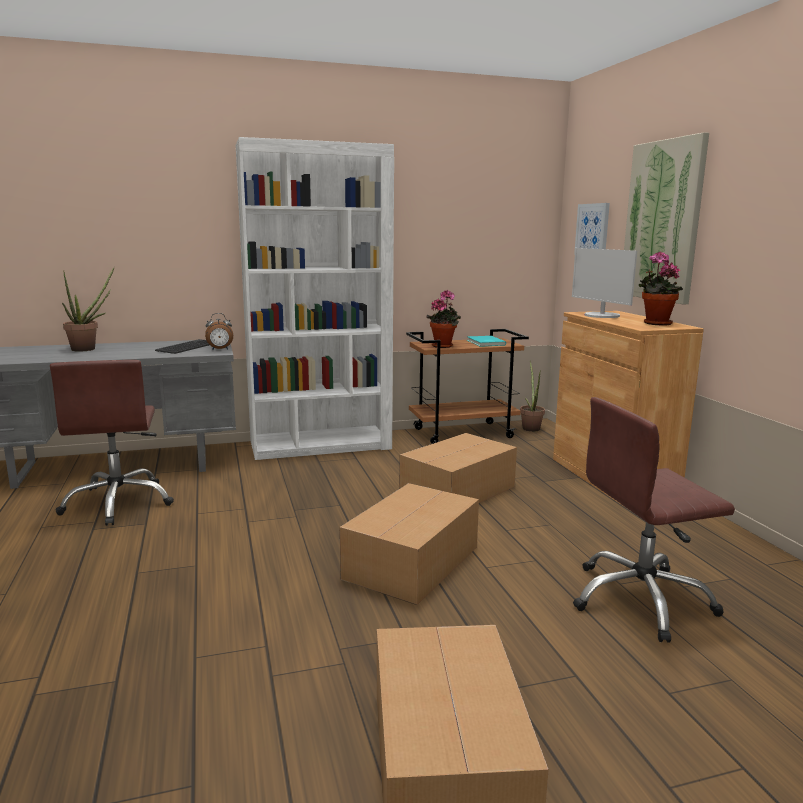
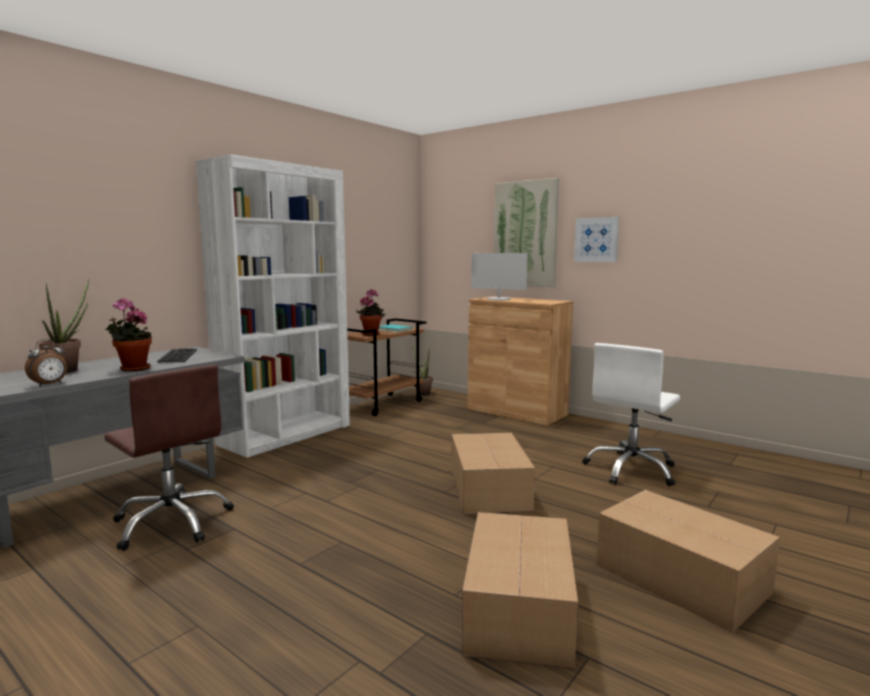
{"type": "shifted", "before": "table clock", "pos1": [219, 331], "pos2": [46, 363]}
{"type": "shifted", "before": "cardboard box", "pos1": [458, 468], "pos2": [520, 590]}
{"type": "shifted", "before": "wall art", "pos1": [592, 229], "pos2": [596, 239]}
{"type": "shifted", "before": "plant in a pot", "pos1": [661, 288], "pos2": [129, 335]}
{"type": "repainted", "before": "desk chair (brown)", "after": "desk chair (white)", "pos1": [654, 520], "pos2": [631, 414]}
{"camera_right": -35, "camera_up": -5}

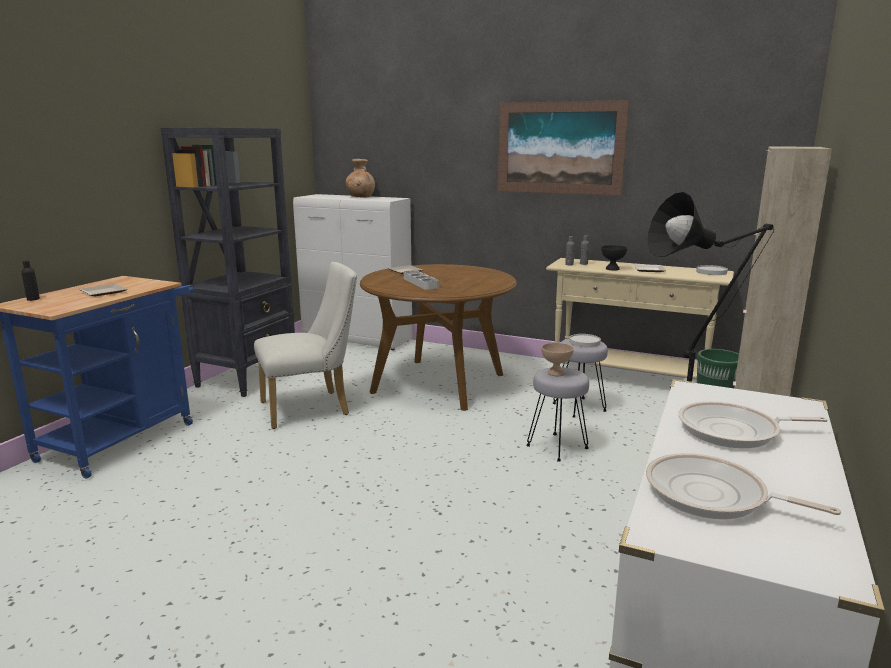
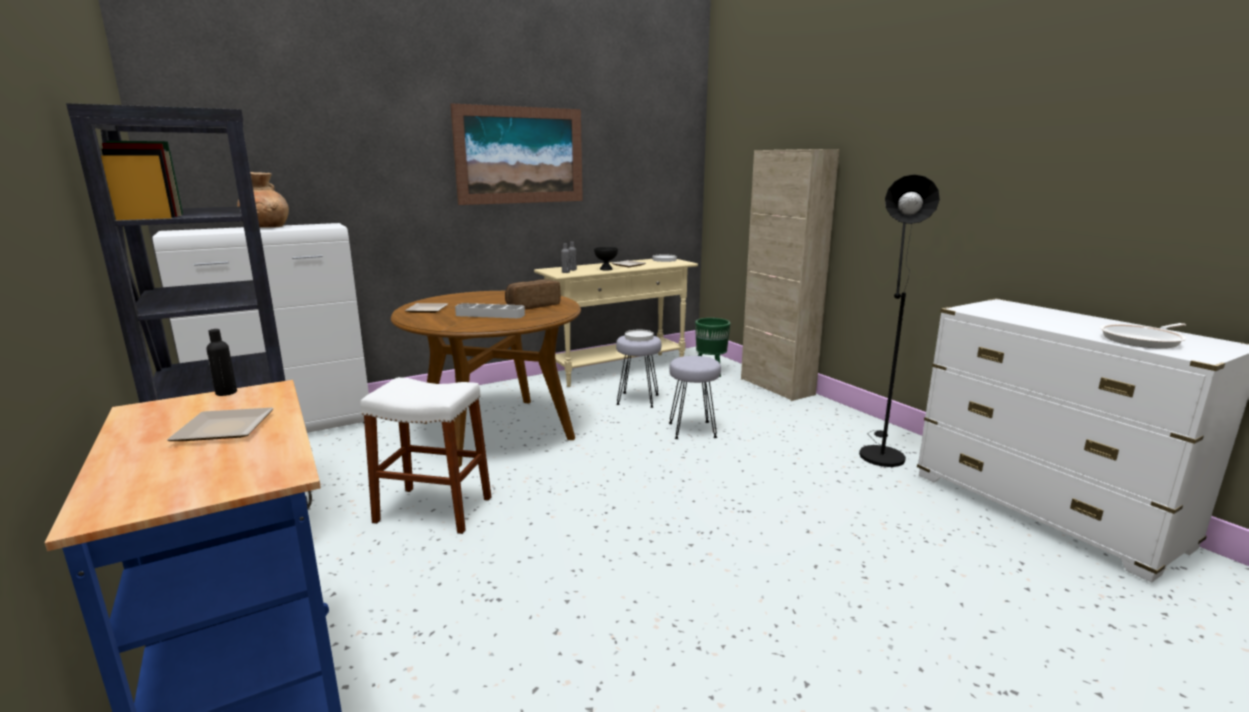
{"type": "gone", "before": "bowl (sand-coloured)", "pos1": [557, 359]}
{"type": "gone", "before": "frying pan", "pos1": [753, 424]}
{"type": "new", "after": "bakery bread", "pos2": [533, 294]}
{"type": "shifted", "before": "beverage bottle (blackish)", "pos1": [30, 280], "pos2": [221, 362]}
{"type": "swapped", "before": "upright chair (white)", "after": "stool seat (white)", "pos1": [305, 345], "pos2": [425, 455]}
{"camera_right": -55, "camera_up": 0}

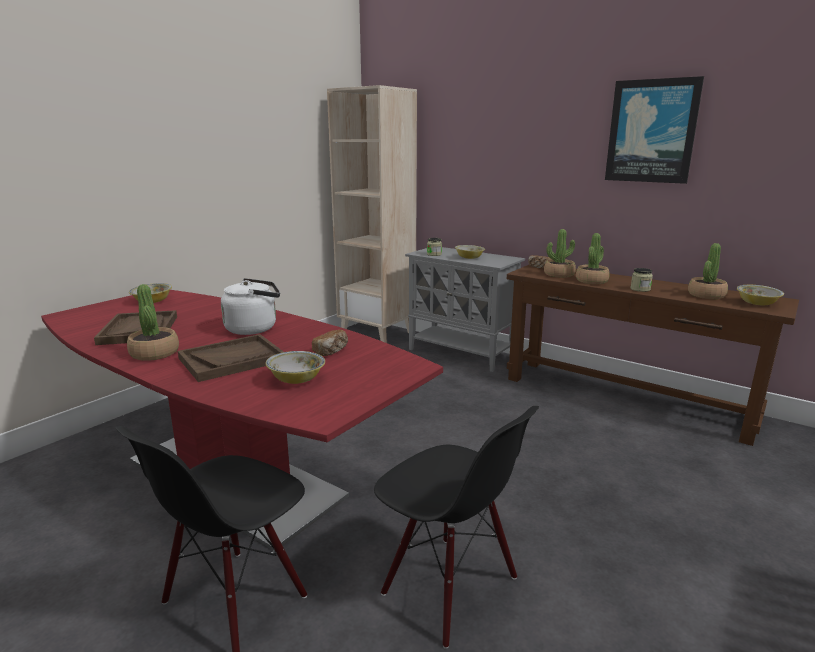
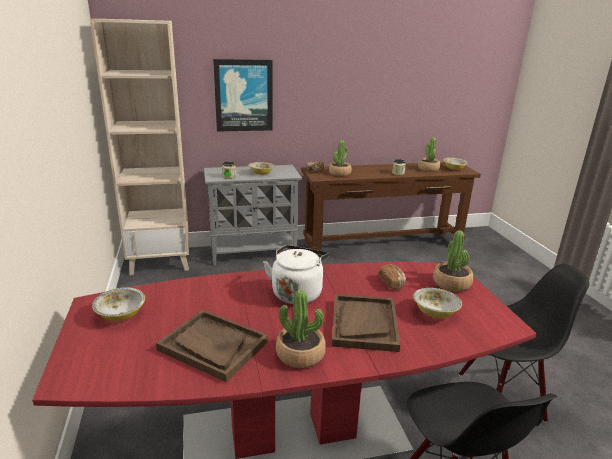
{"type": "shifted", "before": "plant in a pot", "pos1": [592, 258], "pos2": [453, 261]}
{"type": "shifted", "before": "wall art", "pos1": [654, 130], "pos2": [243, 95]}
{"camera_right": -50, "camera_up": 5}

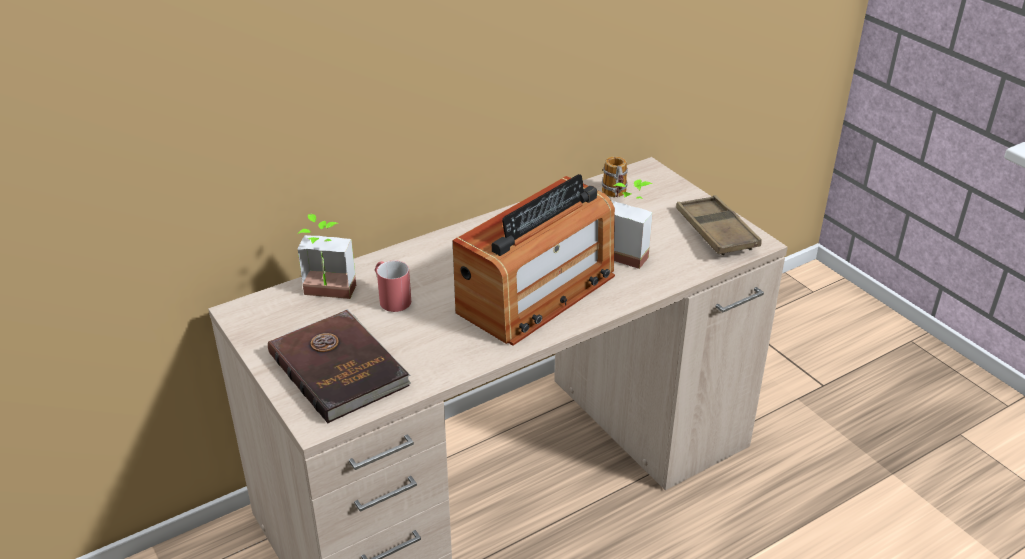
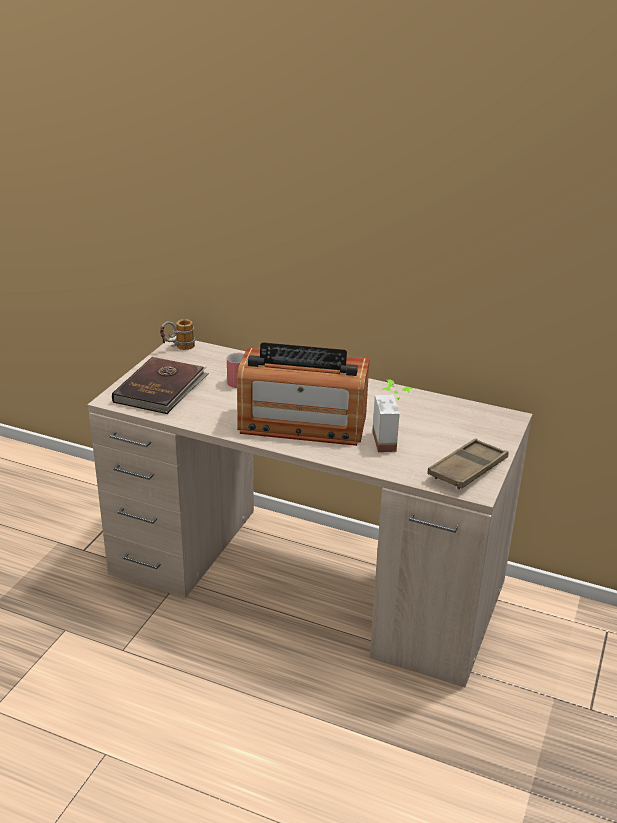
{"type": "gone", "before": "plant in a pot", "pos1": [327, 256]}
{"type": "shifted", "before": "mug", "pos1": [615, 176], "pos2": [177, 334]}
{"camera_right": 55, "camera_up": -5}

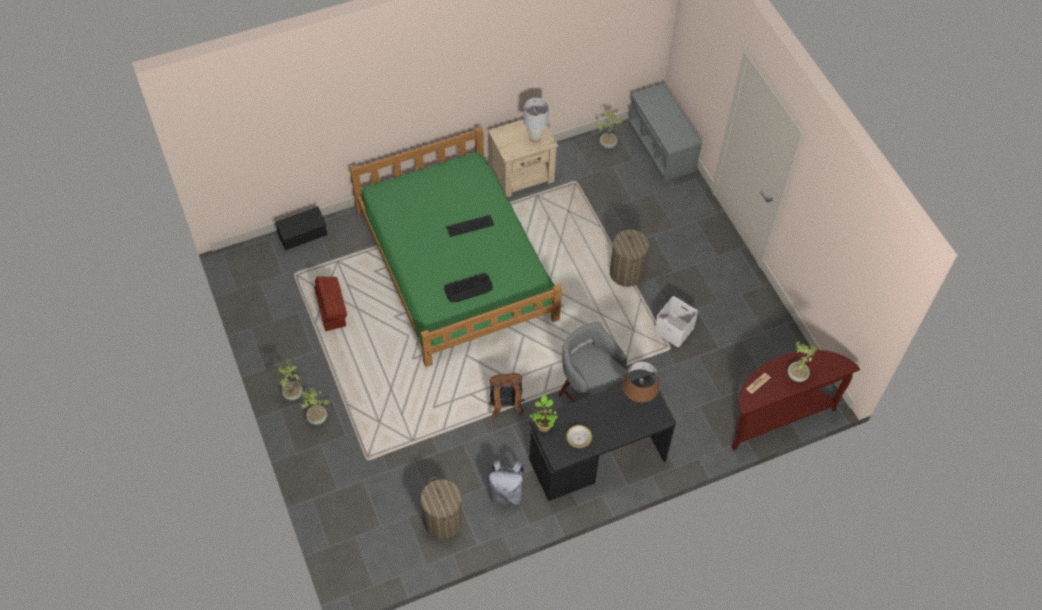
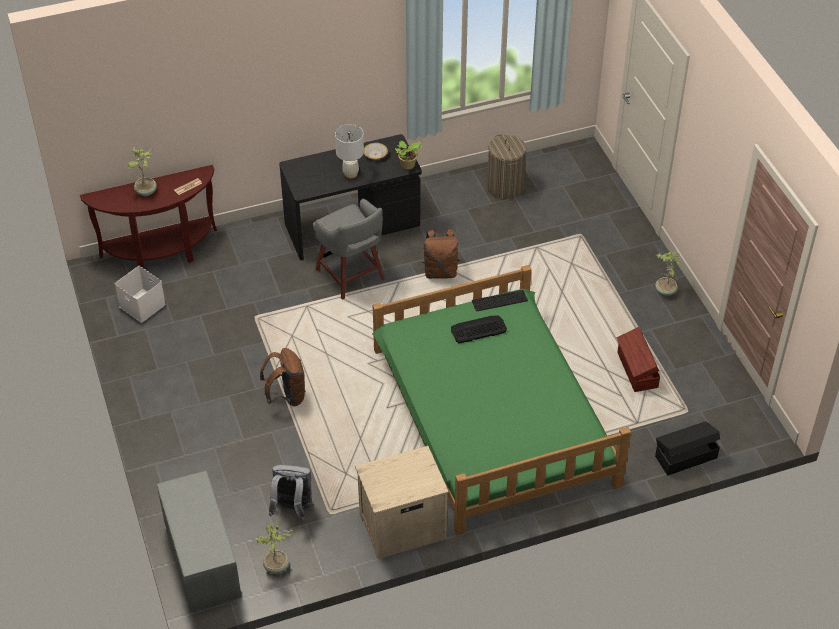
{"type": "gone", "before": "plant in a pot", "pos1": [315, 406]}
{"type": "gone", "before": "table lamp (brown)", "pos1": [641, 381]}
{"type": "shifted", "before": "PC keyboard", "pos1": [470, 226], "pos2": [500, 301]}
{"type": "shifted", "before": "backpack (greyish)", "pos1": [507, 482], "pos2": [291, 493]}
{"type": "shifted", "before": "table lamp (white)", "pos1": [536, 120], "pos2": [349, 151]}
{"type": "shifted", "before": "storage container (white)", "pos1": [676, 321], "pos2": [140, 294]}
{"type": "swapped", "before": "hamper", "after": "backpack (brown)", "pos1": [629, 257], "pos2": [282, 377]}
{"camera_right": -175, "camera_up": -10}

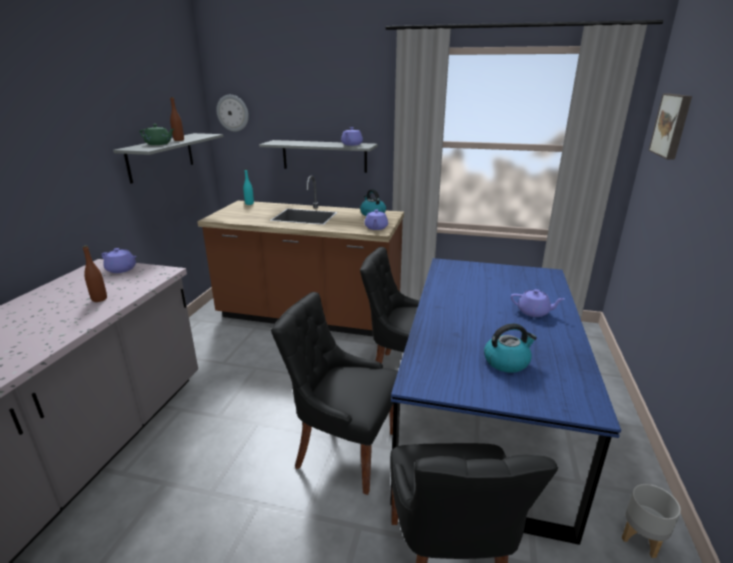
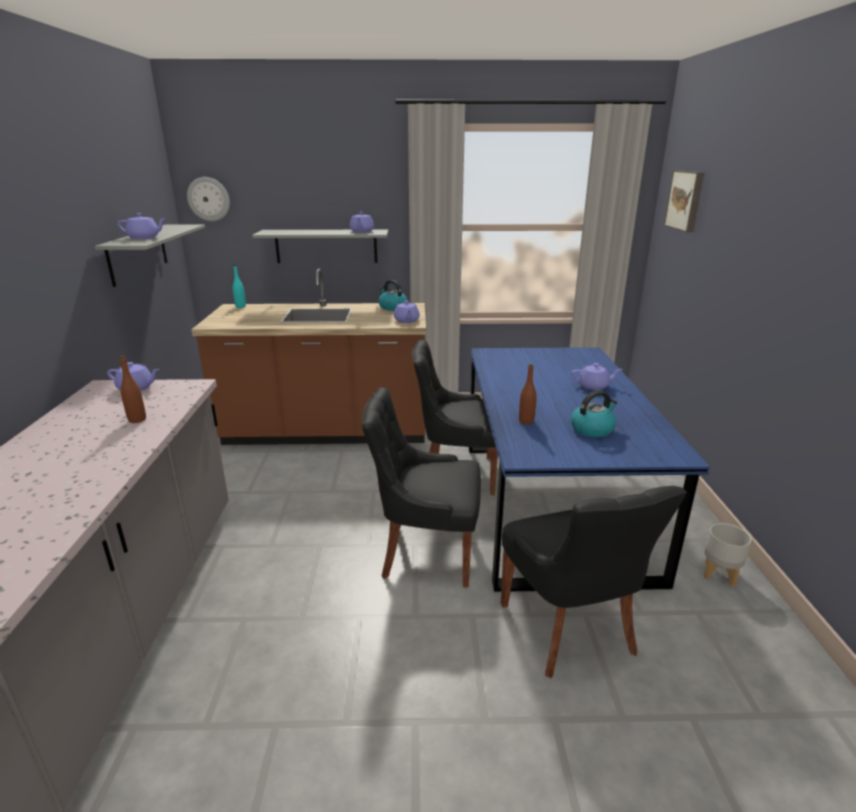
{"type": "shifted", "before": "beverage bottle (brown)", "pos1": [177, 119], "pos2": [528, 394]}
{"type": "repainted", "before": "teapot (green-coloured)", "after": "teapot (purple-coloured)", "pos1": [157, 134], "pos2": [141, 226]}
{"camera_right": -15, "camera_up": 0}

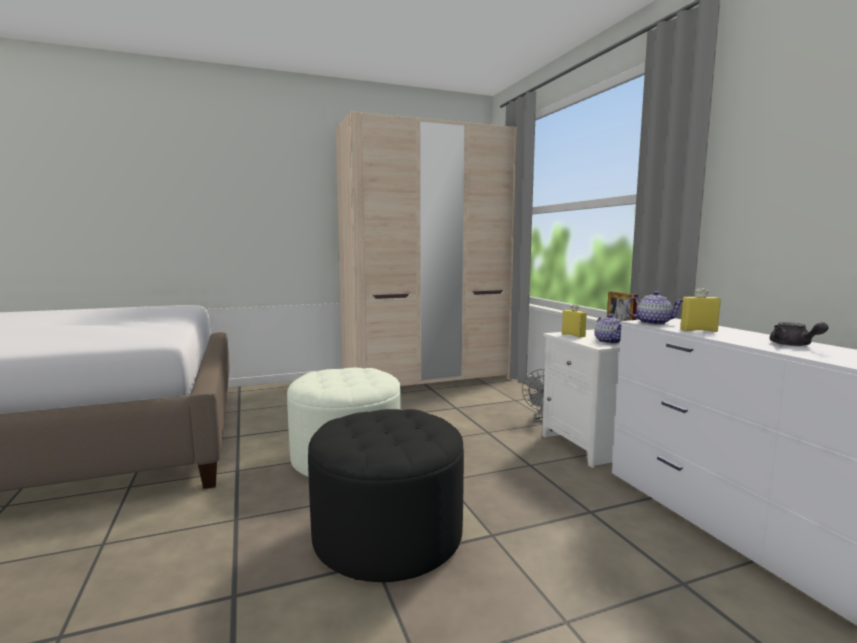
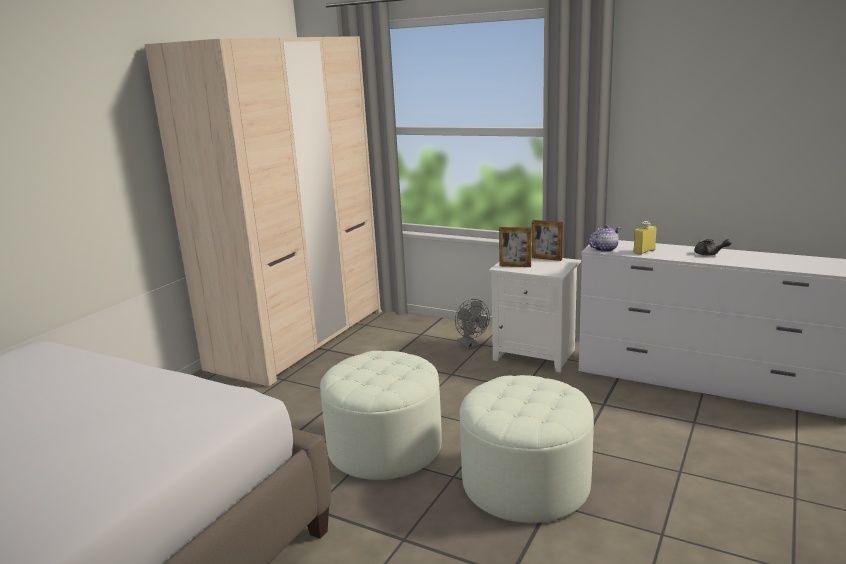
{"type": "gone", "before": "teapot", "pos1": [608, 329]}
{"type": "swapped", "before": "beverage bottle (yellow)", "after": "picture frame", "pos1": [574, 321], "pos2": [515, 247]}
{"type": "repainted", "before": "ottoman (blackish)", "after": "ottoman (white)", "pos1": [386, 495], "pos2": [526, 449]}
{"camera_right": -40, "camera_up": 10}

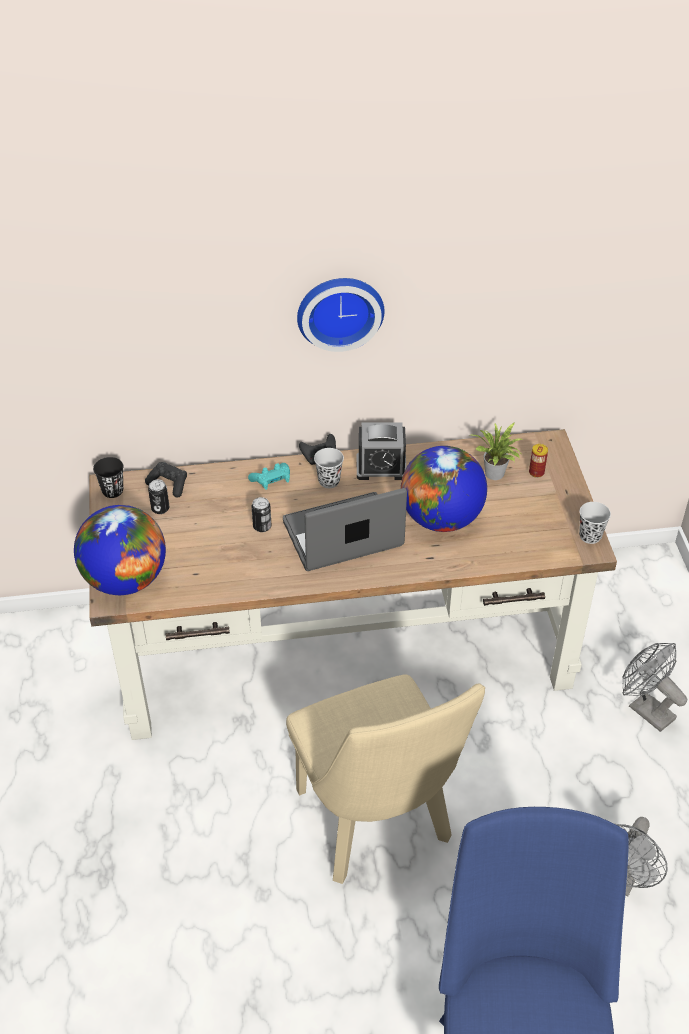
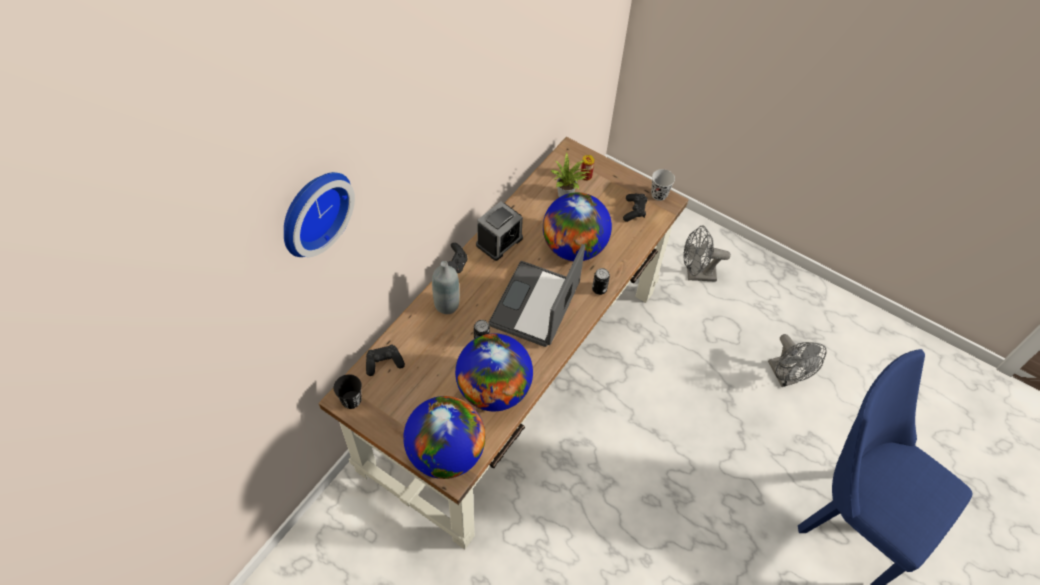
{"type": "gone", "before": "upright chair (sand-coloured)", "pos1": [385, 779]}
{"type": "gone", "before": "cup (blackish)", "pos1": [329, 468]}
{"type": "new", "after": "world globe", "pos2": [494, 372]}
{"type": "new", "after": "gamepad (blackish)", "pos2": [635, 208]}
{"type": "shifted", "before": "metal can", "pos1": [159, 496], "pos2": [601, 281]}
{"type": "shifted", "before": "wall clock", "pos1": [340, 315], "pos2": [319, 214]}
{"type": "swapped", "before": "gamepad (turquoise-coloured)", "after": "beverage bottle (greyish)", "pos1": [269, 476], "pos2": [446, 287]}
{"camera_right": -50, "camera_up": 10}

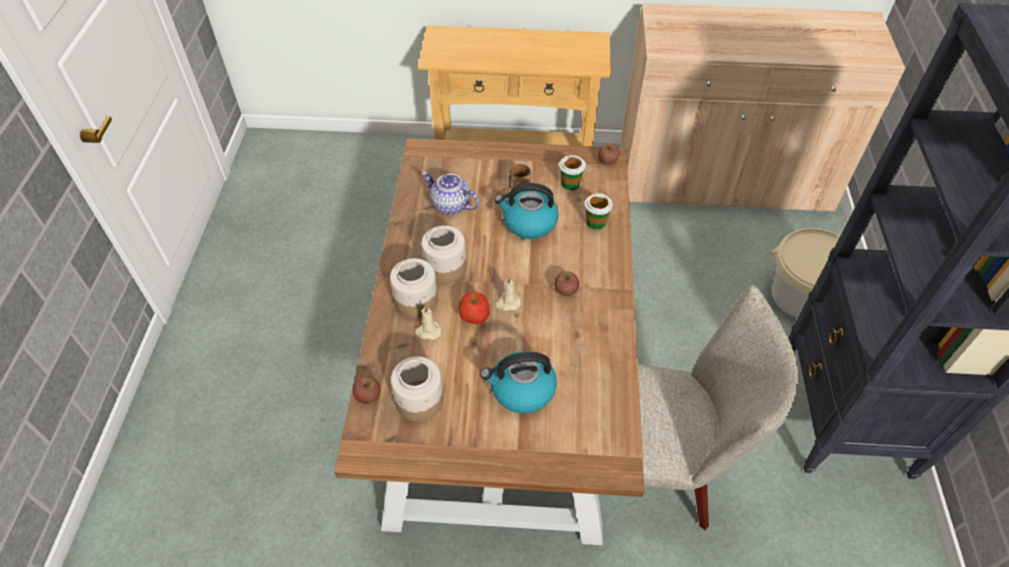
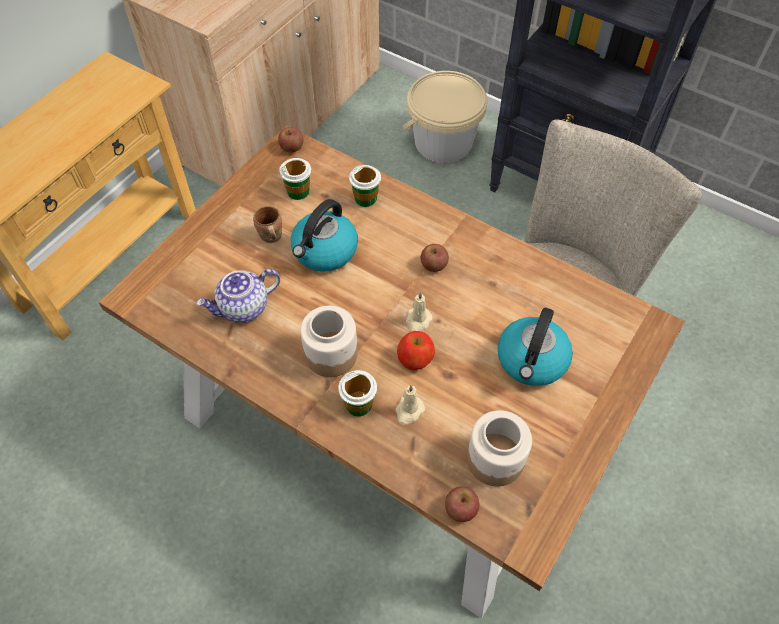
{"type": "swapped", "before": "jar", "after": "cup", "pos1": [414, 288], "pos2": [357, 393]}
{"camera_right": -60, "camera_up": 5}

